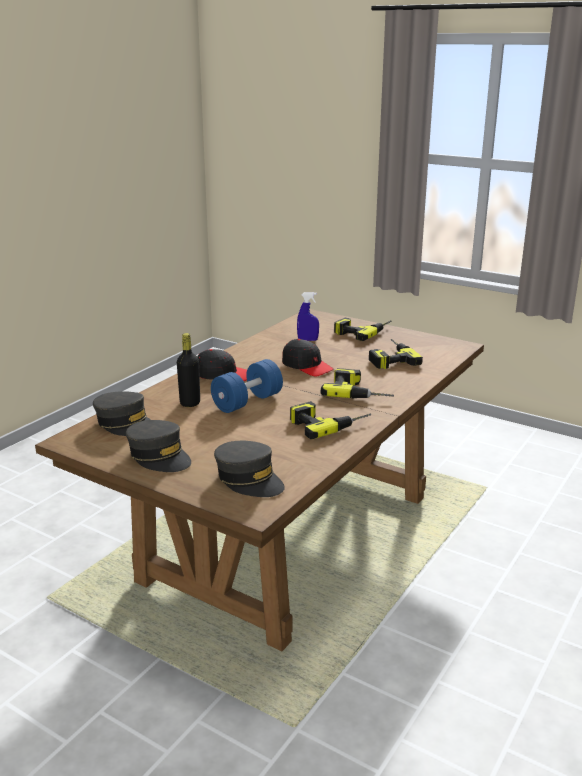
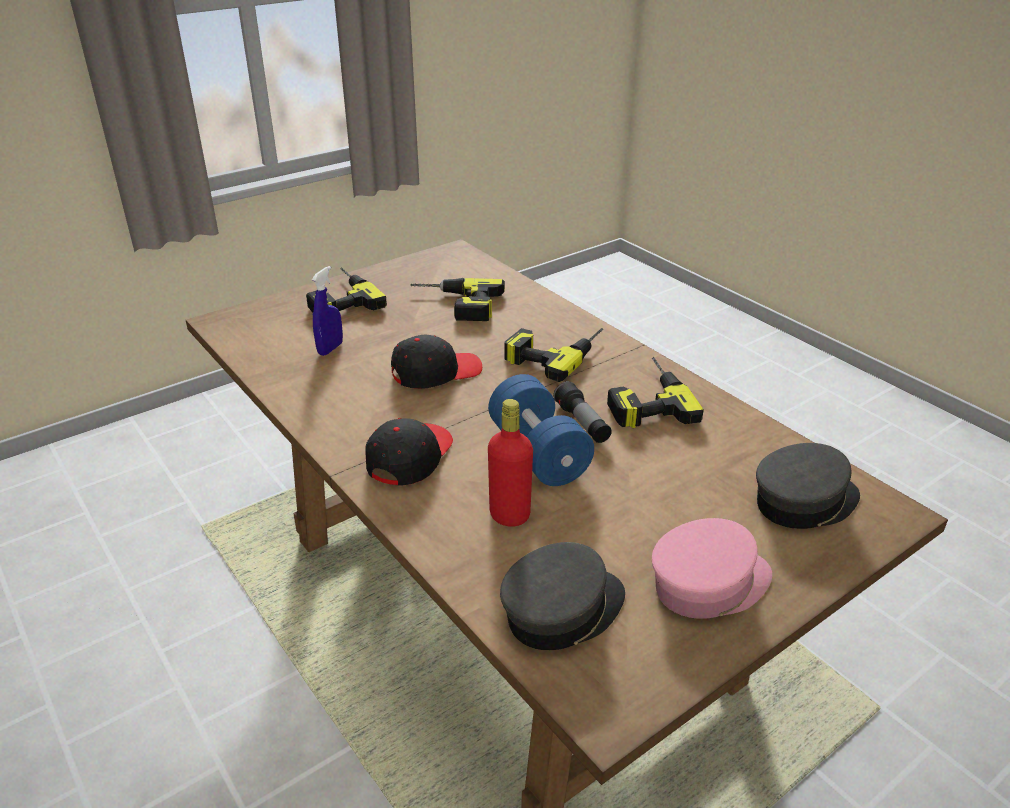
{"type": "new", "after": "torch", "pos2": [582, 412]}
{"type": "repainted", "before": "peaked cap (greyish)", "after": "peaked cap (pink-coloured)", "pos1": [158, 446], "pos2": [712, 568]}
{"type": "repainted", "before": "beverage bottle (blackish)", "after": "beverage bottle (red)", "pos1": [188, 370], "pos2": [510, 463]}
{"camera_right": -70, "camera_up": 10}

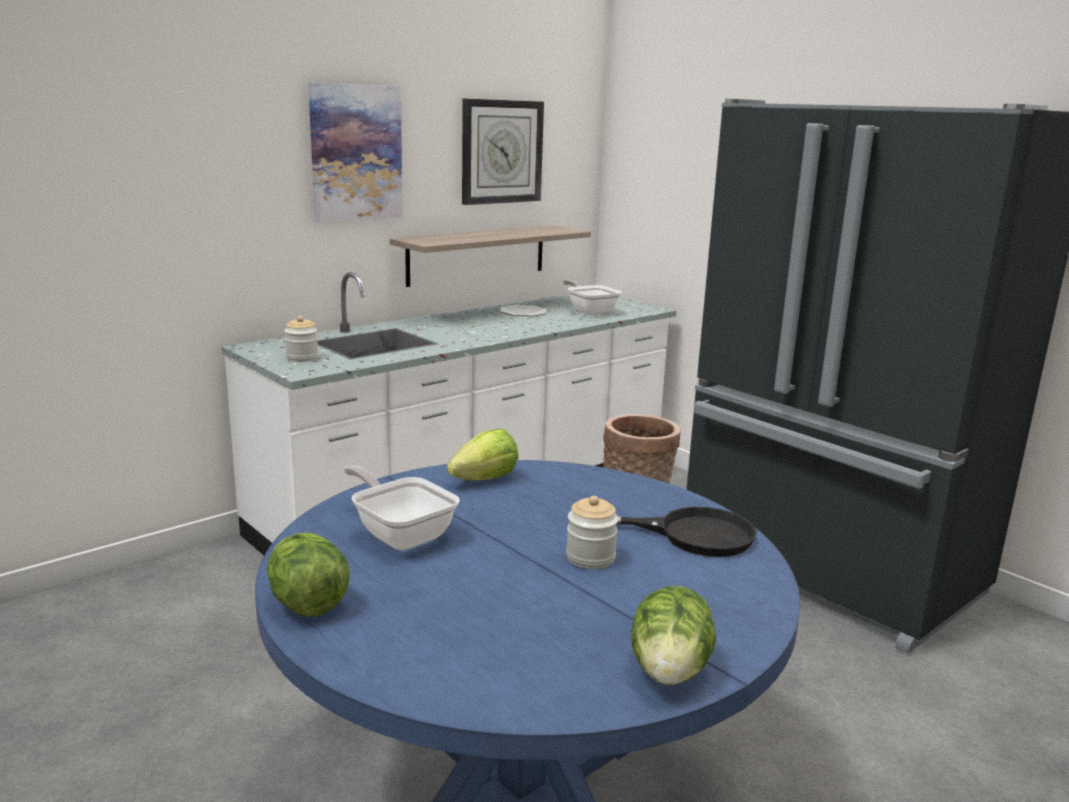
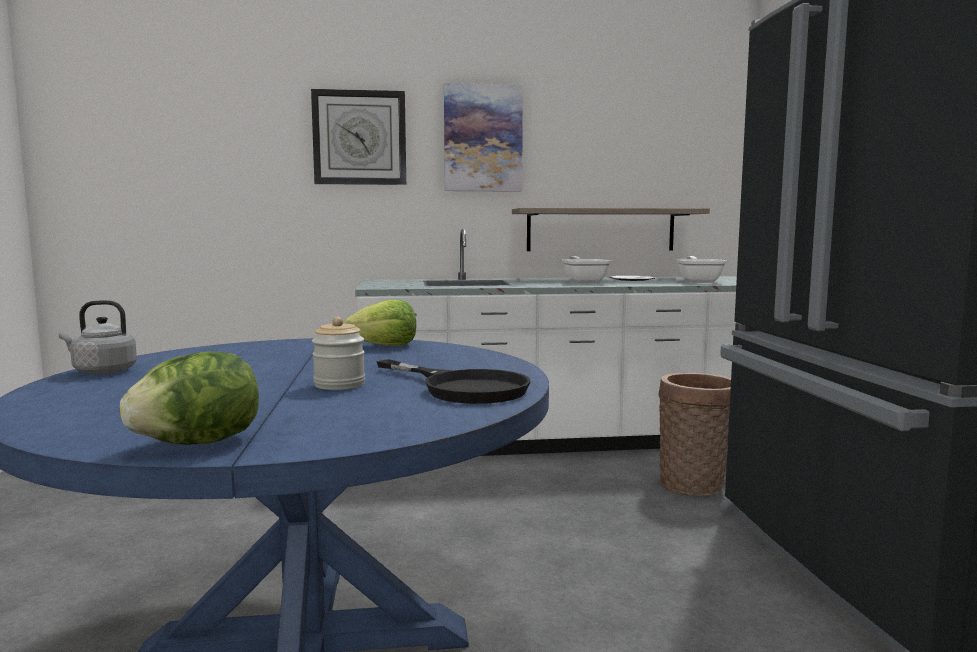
{"type": "gone", "before": "jar", "pos1": [301, 339]}
{"type": "shifted", "before": "frying pan", "pos1": [402, 508], "pos2": [586, 269]}
{"type": "shifted", "before": "wall clock", "pos1": [503, 151], "pos2": [358, 137]}
{"type": "swapped", "before": "lettuce", "after": "tea kettle (greyish)", "pos1": [308, 575], "pos2": [98, 337]}
{"camera_right": 35, "camera_up": -10}

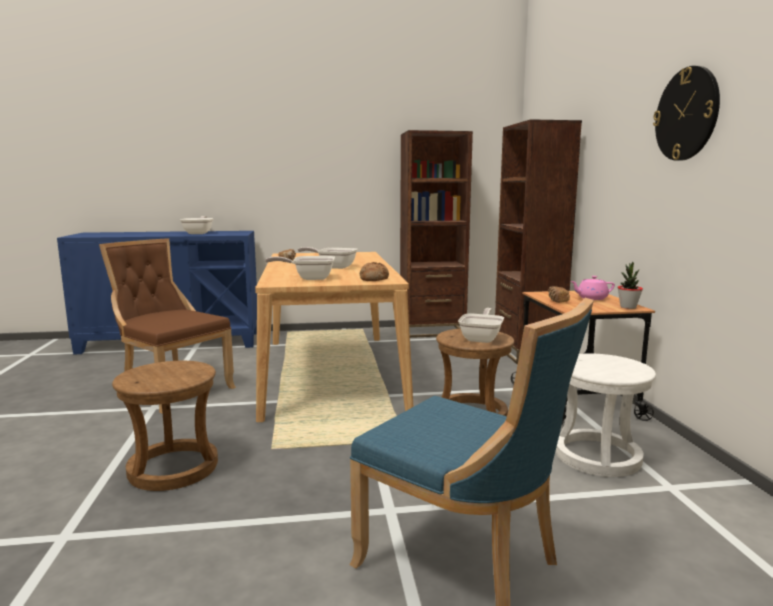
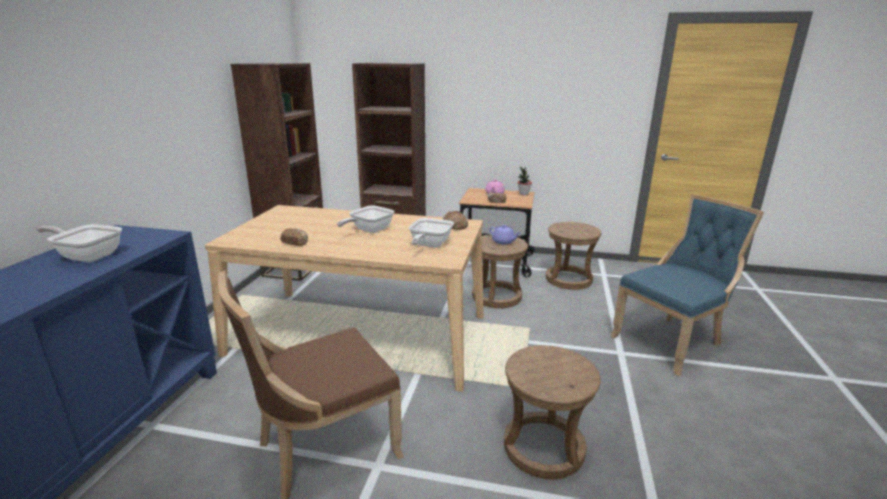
{"type": "gone", "before": "wall clock", "pos1": [686, 113]}
{"type": "swapped", "before": "frying pan", "after": "teapot (purple-coloured)", "pos1": [481, 325], "pos2": [504, 234]}
{"type": "repainted", "before": "stool seat (white)", "after": "stool seat (brown)", "pos1": [606, 415], "pos2": [573, 256]}
{"camera_right": -70, "camera_up": 10}

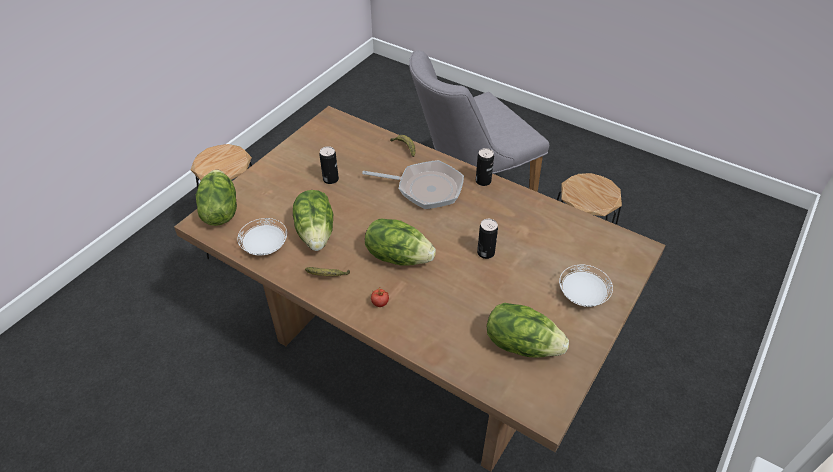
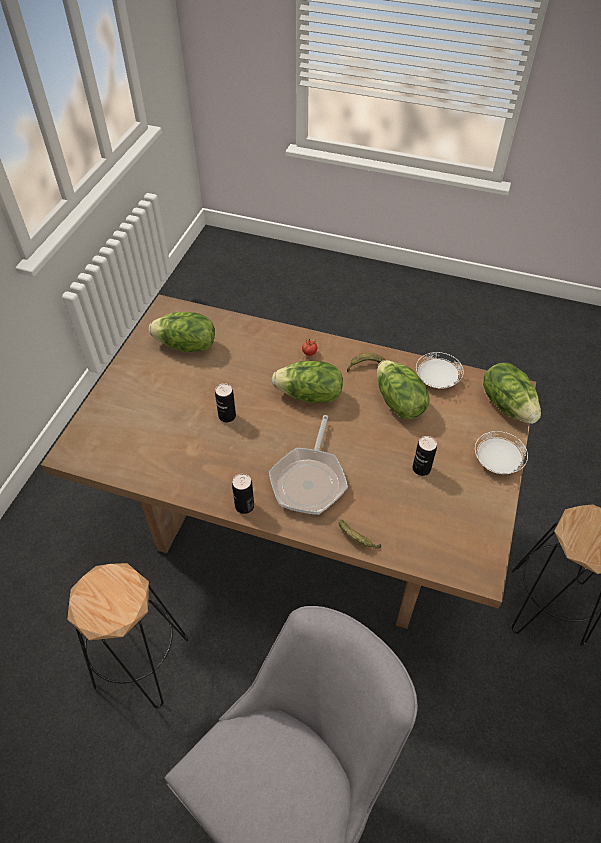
{"type": "shifted", "before": "flat dish (white)", "pos1": [586, 286], "pos2": [501, 452]}
{"type": "rotated", "before": "frying pan", "pos1": [413, 184], "pos2": [308, 465], "turn": -75}
{"camera_right": 165, "camera_up": 5}

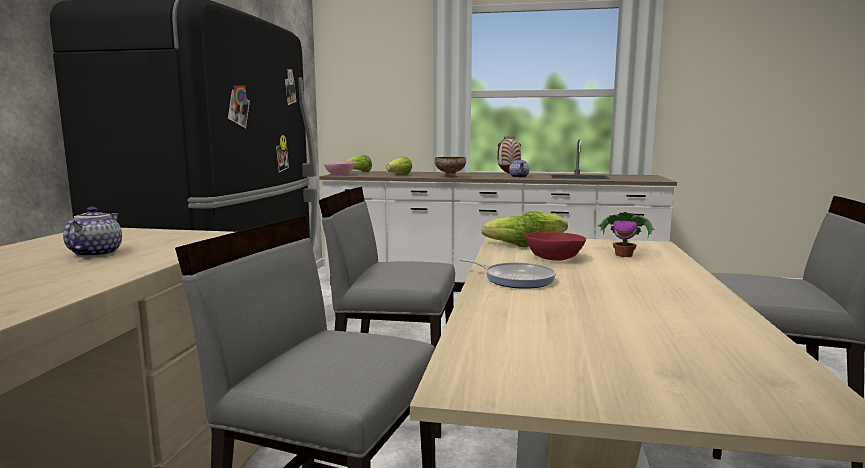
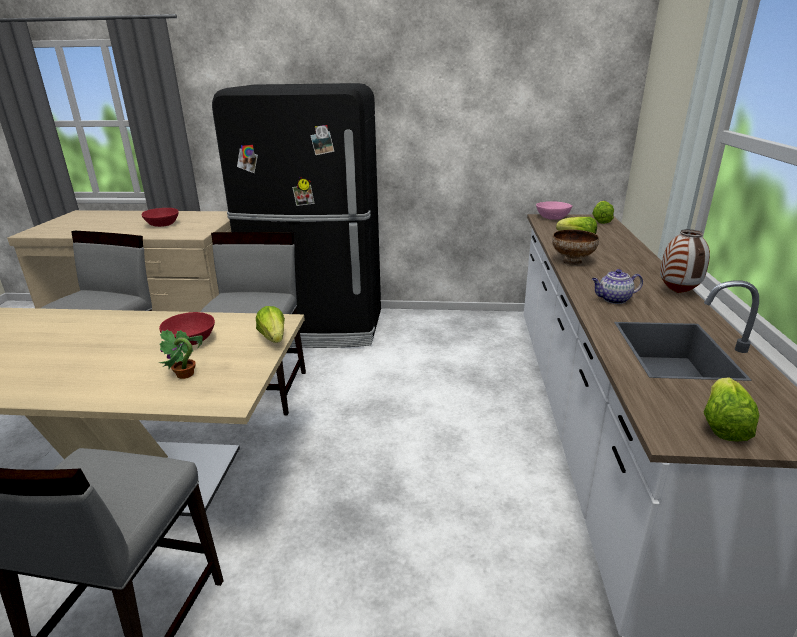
{"type": "gone", "before": "frying pan", "pos1": [507, 274]}
{"type": "shifted", "before": "lettuce", "pos1": [508, 231], "pos2": [731, 409]}
{"type": "swapped", "before": "teapot", "after": "bowl (red)", "pos1": [92, 232], "pos2": [160, 217]}
{"camera_right": 85, "camera_up": 15}

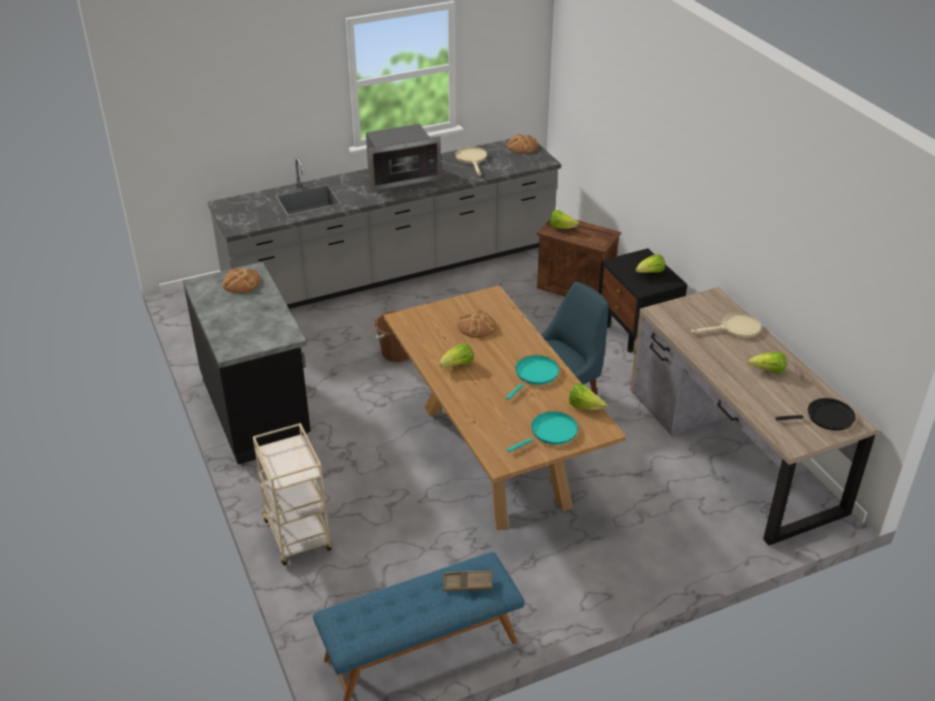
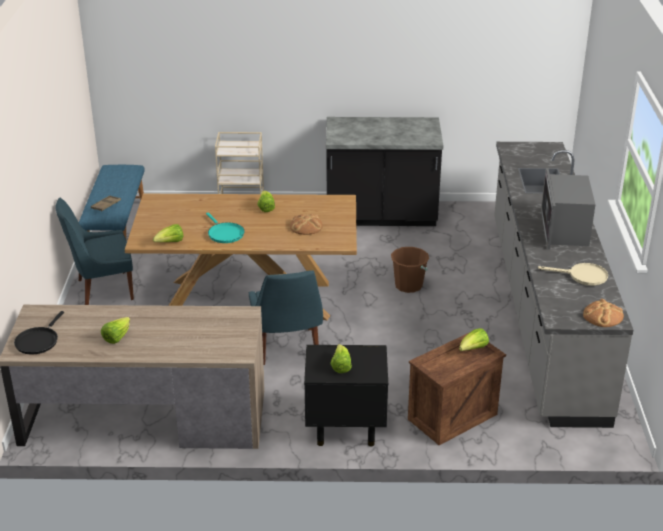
{"type": "gone", "before": "bakery bread", "pos1": [241, 281]}
{"type": "gone", "before": "frying pan (turquoise-coloured)", "pos1": [542, 431]}
{"type": "gone", "before": "frying pan (sand-coloured)", "pos1": [726, 325]}
{"type": "new", "after": "upright chair (bluish)", "pos2": [94, 251]}
{"camera_right": 115, "camera_up": -5}

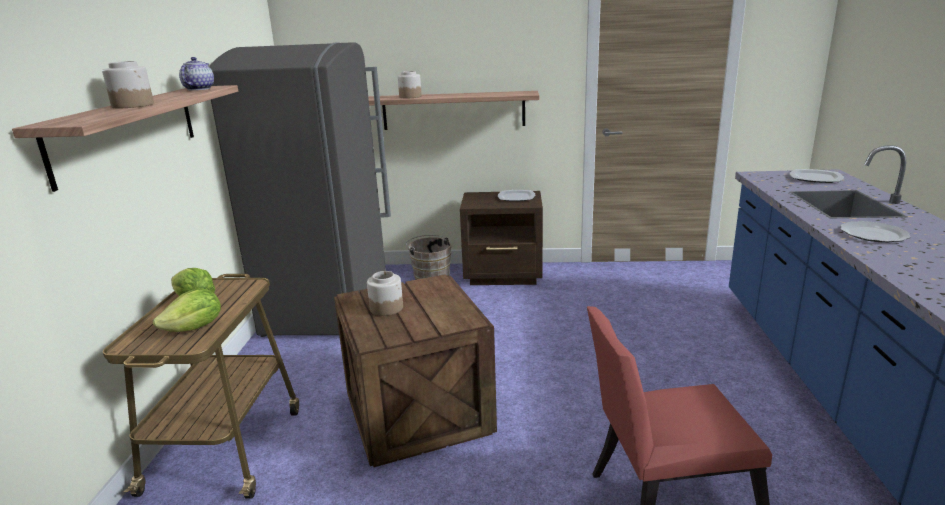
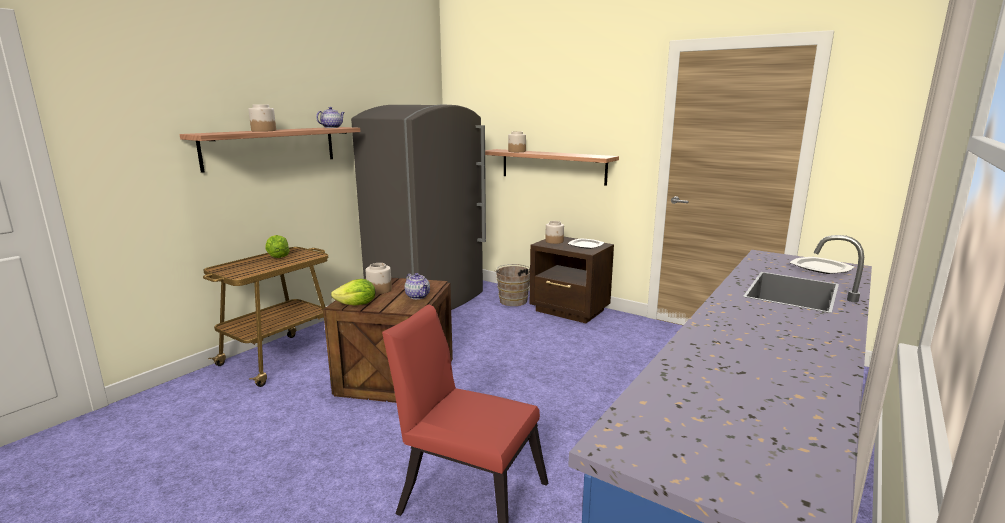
{"type": "gone", "before": "flat dish", "pos1": [875, 231]}
{"type": "new", "after": "teapot", "pos2": [417, 286]}
{"type": "new", "after": "jar", "pos2": [554, 232]}
{"type": "shifted", "before": "lettuce", "pos1": [187, 310], "pos2": [353, 292]}
{"camera_right": 30, "camera_up": -5}

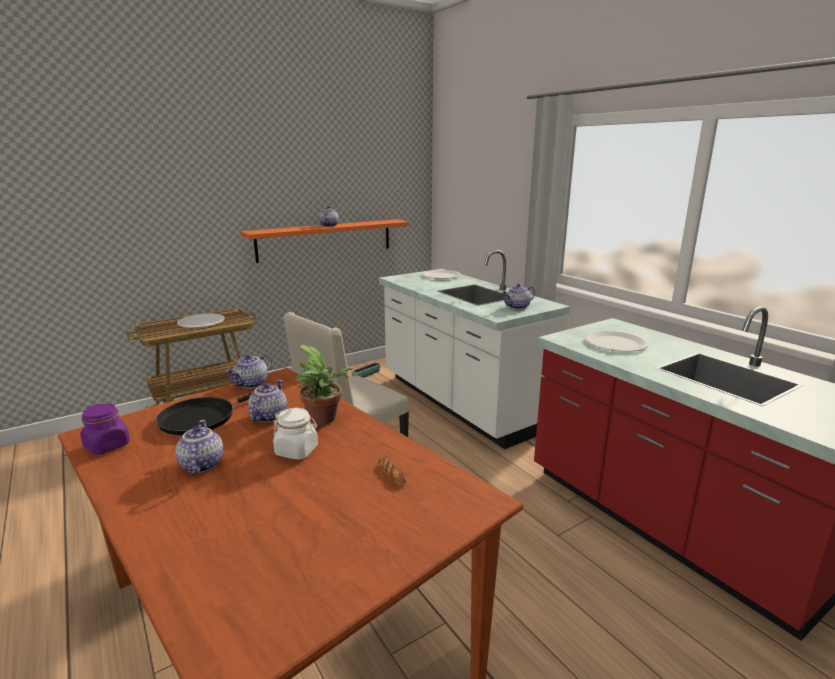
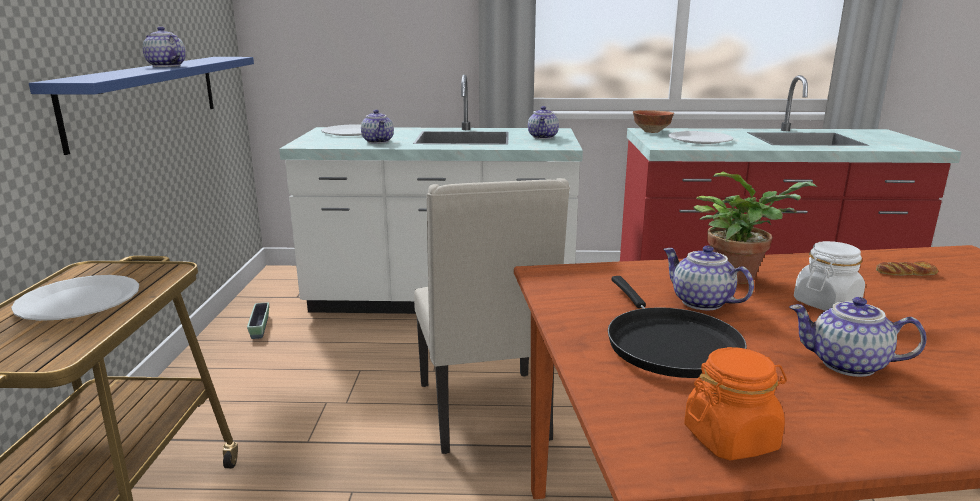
{"type": "new", "after": "bowl", "pos2": [653, 121]}
{"type": "shifted", "before": "teapot", "pos1": [249, 371], "pos2": [377, 127]}
{"type": "repainted", "before": "jar (purple-coloured)", "after": "jar (orange-coloured)", "pos1": [105, 429], "pos2": [735, 403]}
{"type": "repainted", "before": "wall shelf (orange-coloured)", "after": "wall shelf (bluish)", "pos1": [325, 241], "pos2": [141, 106]}
{"camera_right": -55, "camera_up": 0}

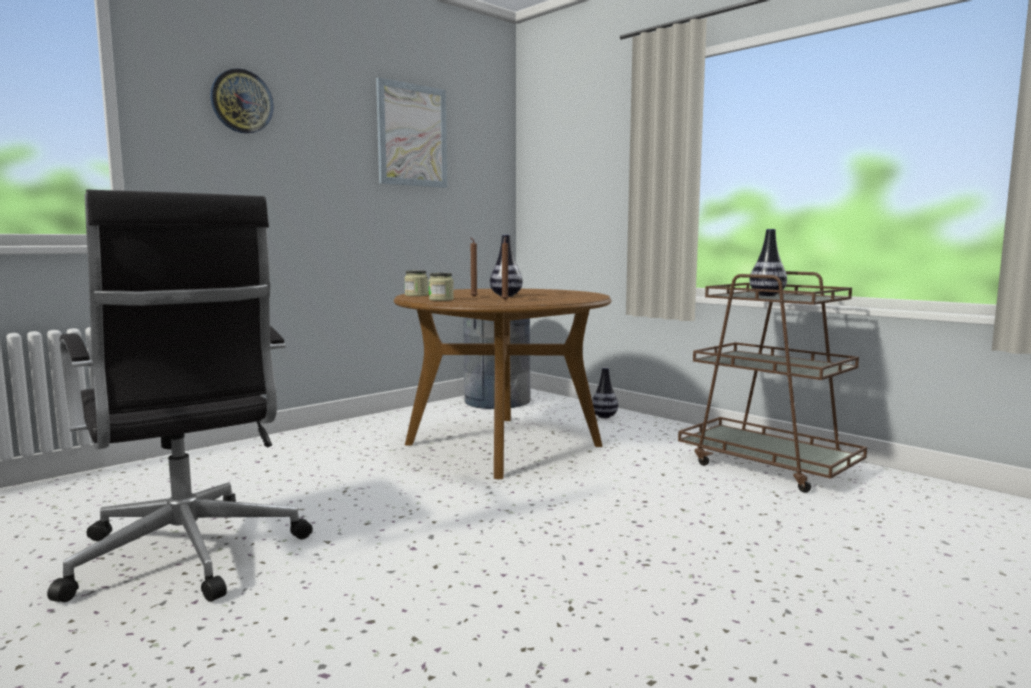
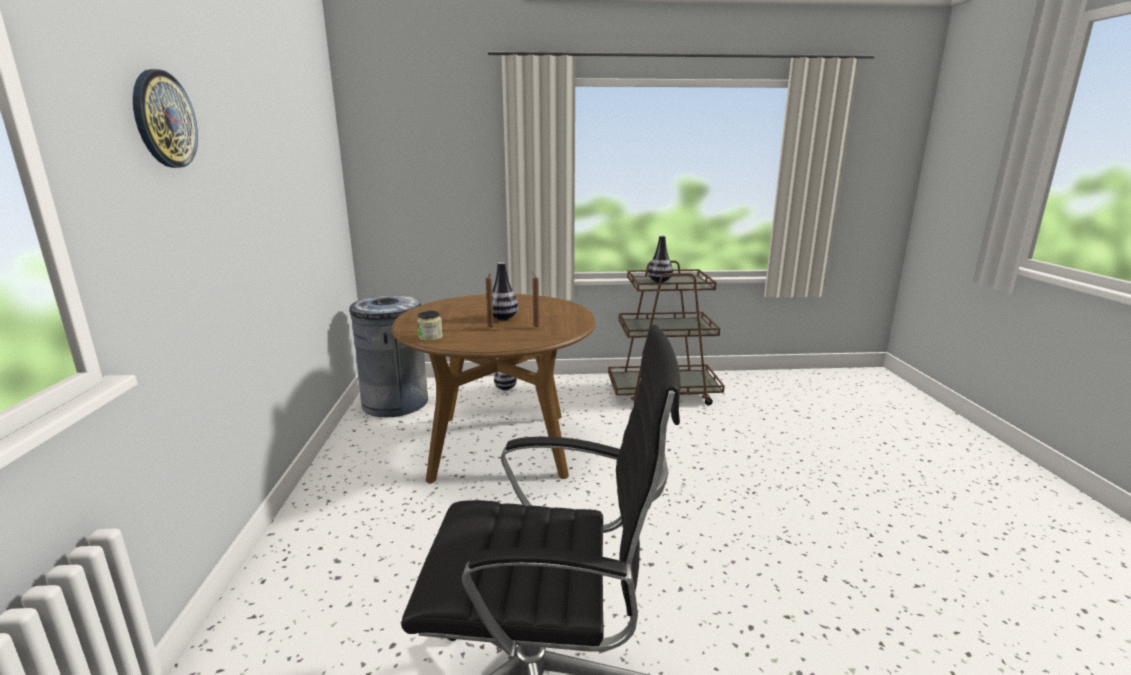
{"type": "gone", "before": "wall art", "pos1": [411, 132]}
{"type": "gone", "before": "jar", "pos1": [441, 287]}
{"camera_right": -50, "camera_up": 10}

